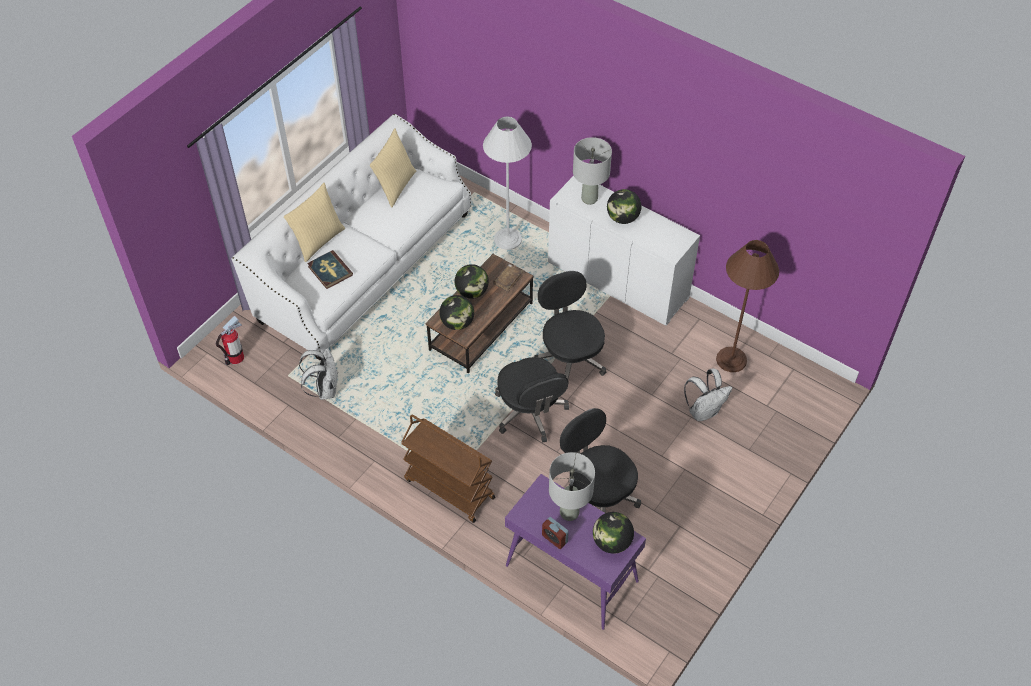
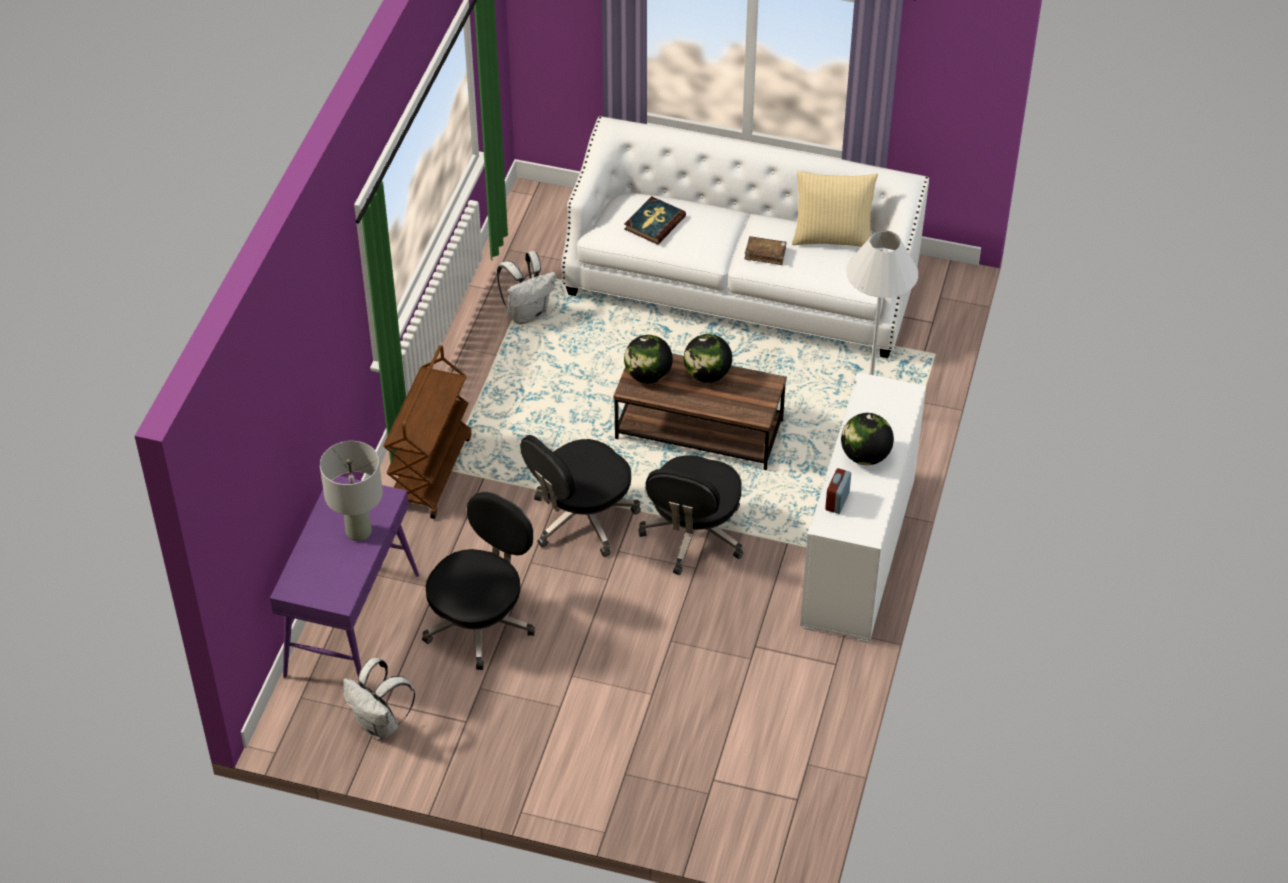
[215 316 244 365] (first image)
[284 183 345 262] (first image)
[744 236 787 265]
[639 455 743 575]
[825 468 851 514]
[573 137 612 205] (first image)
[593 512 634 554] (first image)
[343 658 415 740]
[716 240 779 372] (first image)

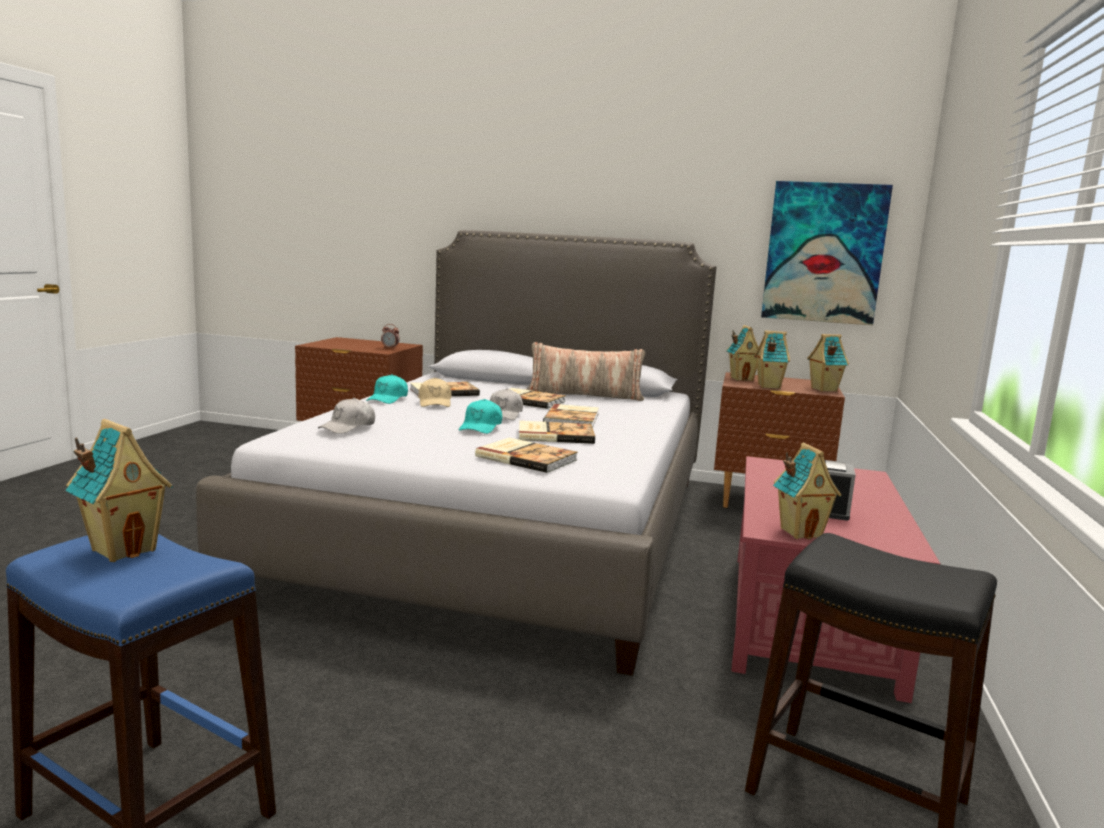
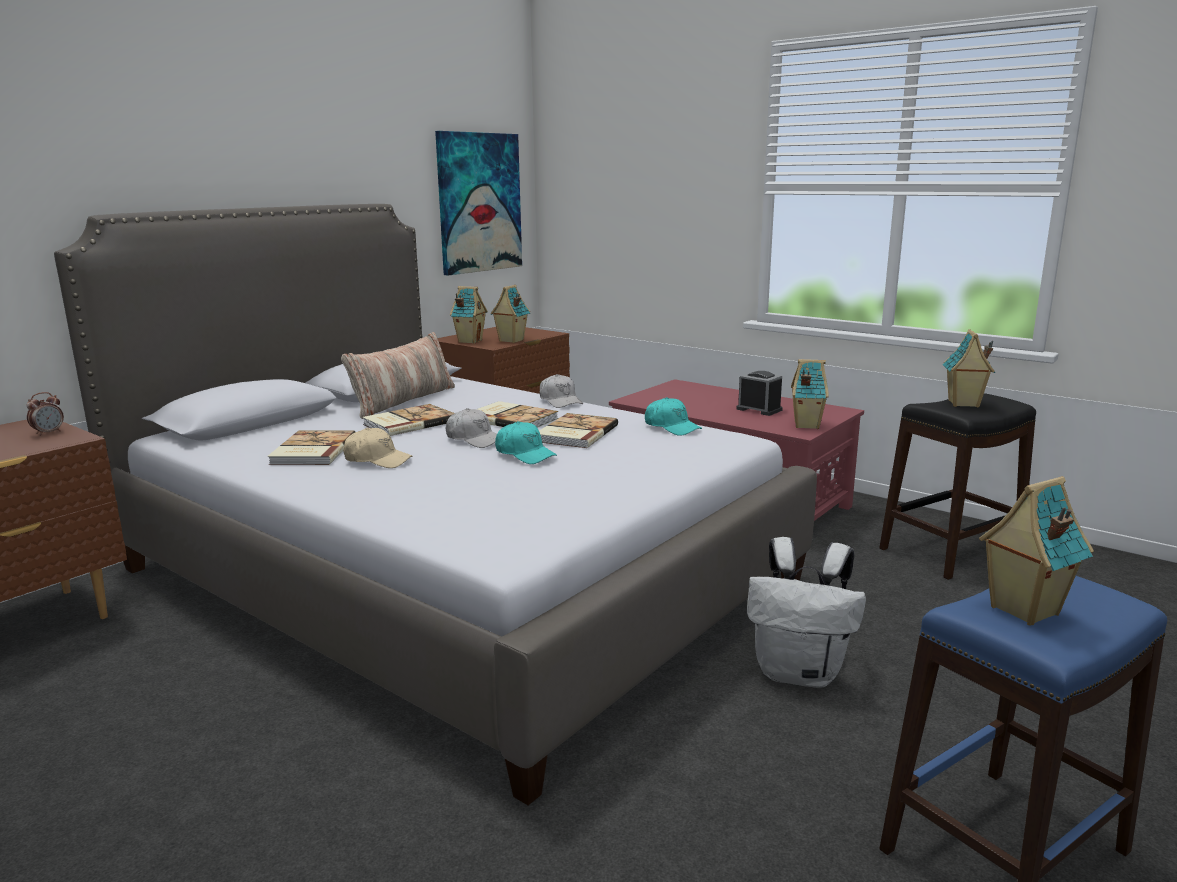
[540 374 583 408]
[645 397 702 436]
[475 438 578 473] (first image)
[942 329 995 408]
[747 537 866 688]

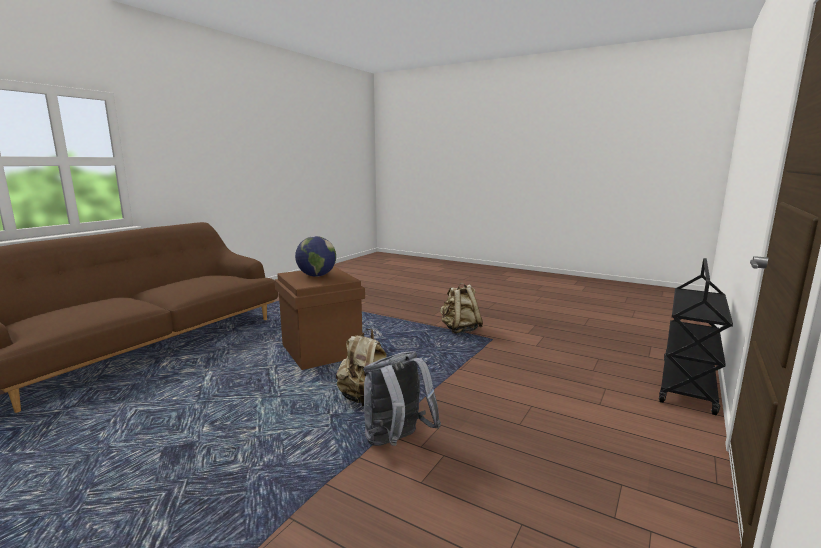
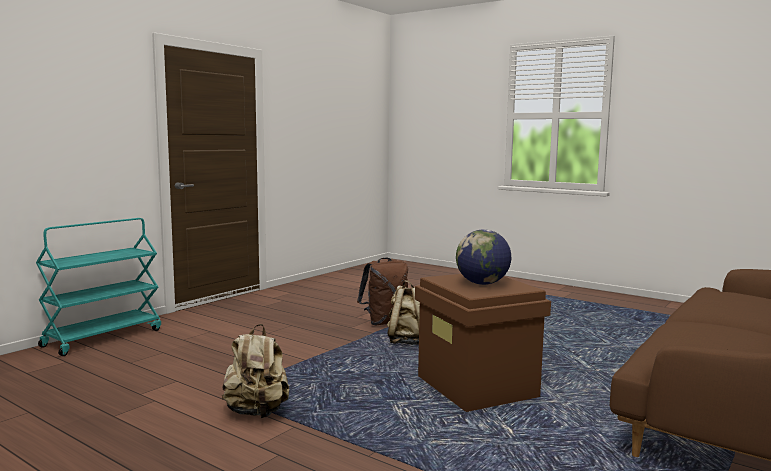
[357 258 408 325]
[36 218 161 356]

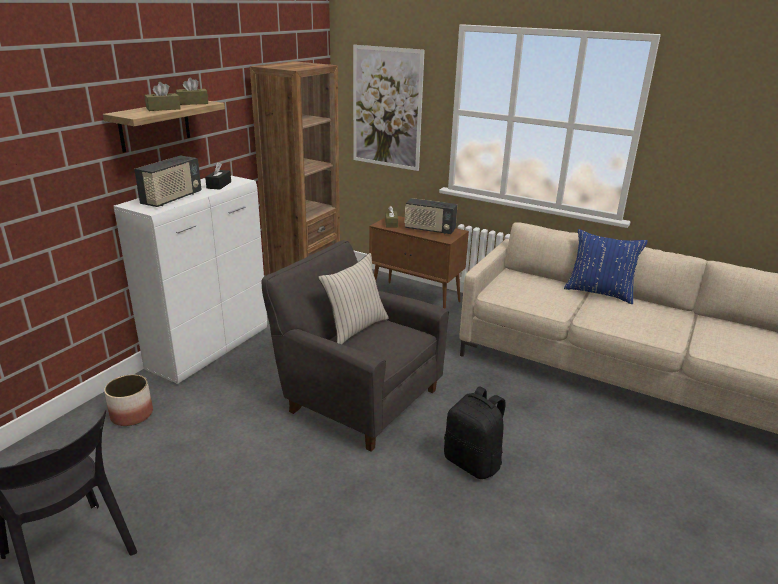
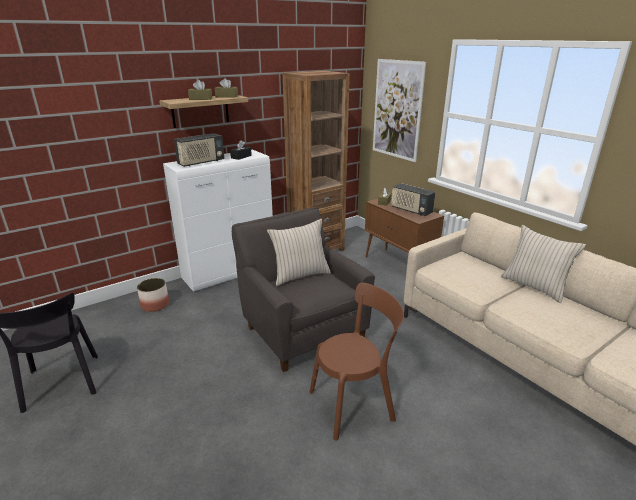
[309 283 404 441]
[501 225 586 303]

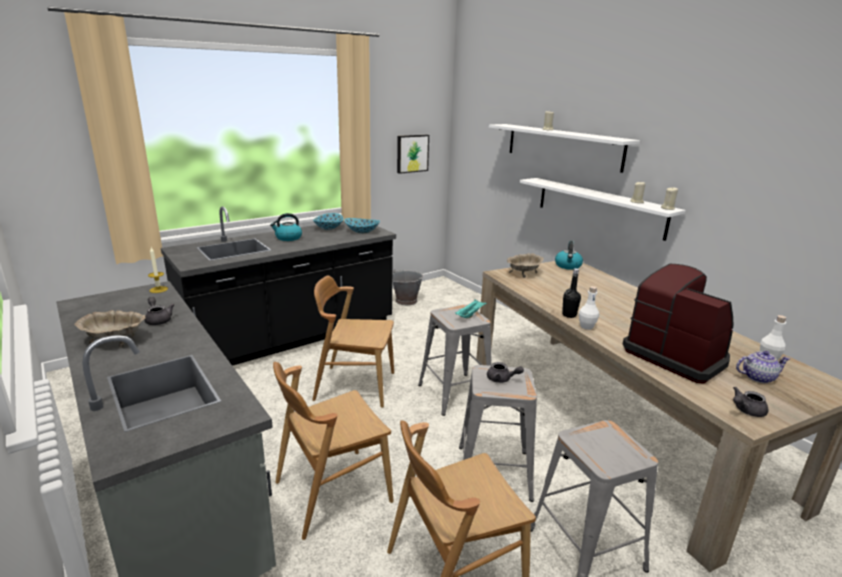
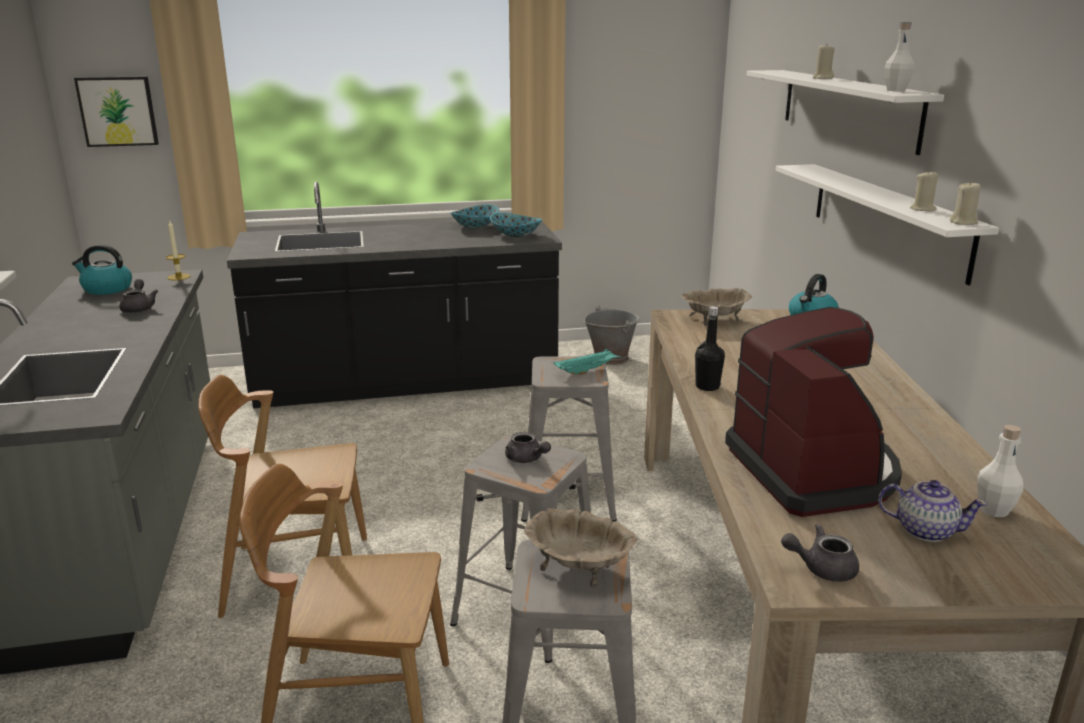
[524 508 637 588]
[72 244 132 295]
[312 275 394 408] (first image)
[74 76 159 147]
[885 22 915 91]

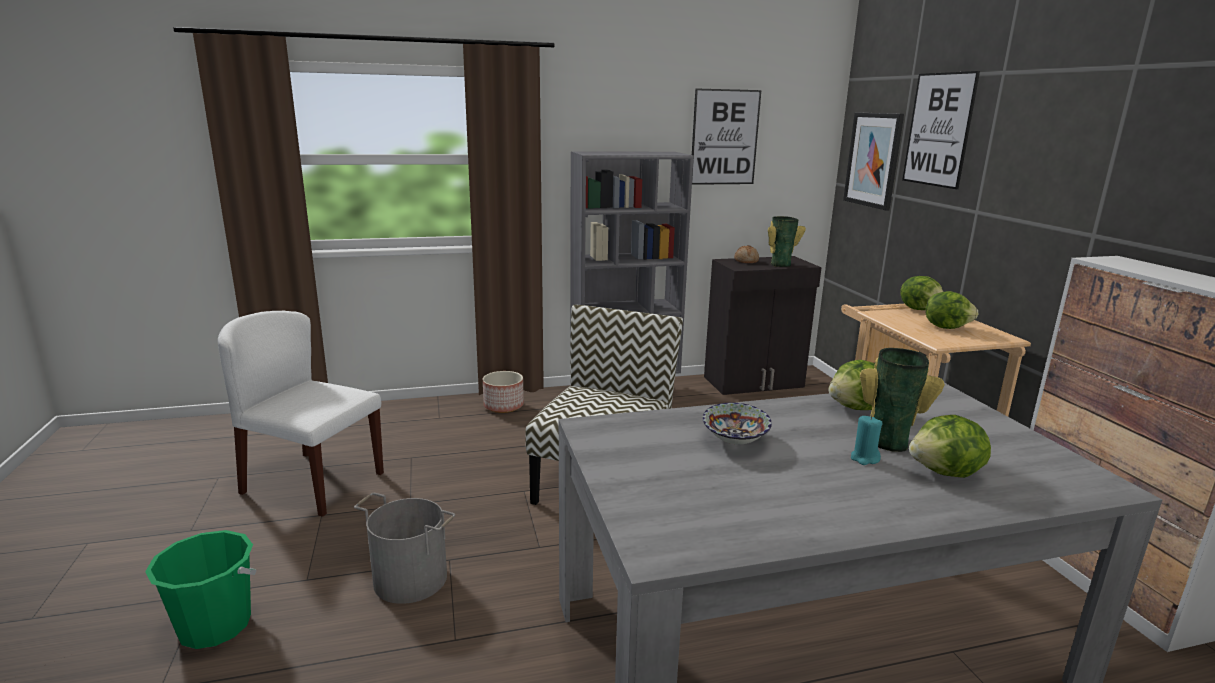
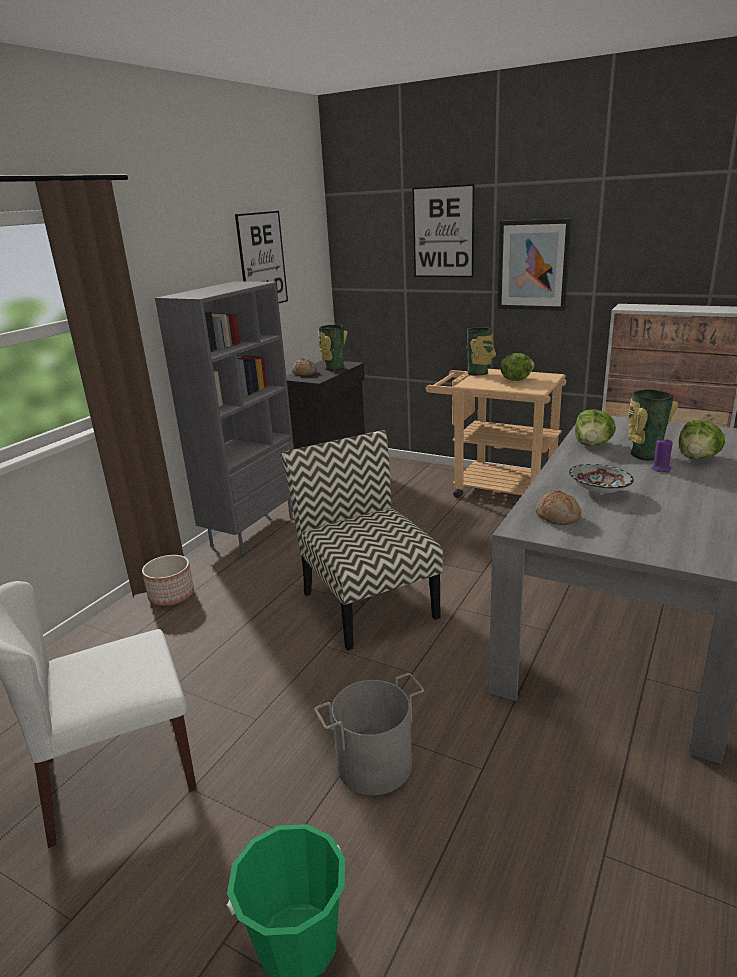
[497 219 572 311]
[651 438 673 473]
[467 328 496 376]
[535 491 581 525]

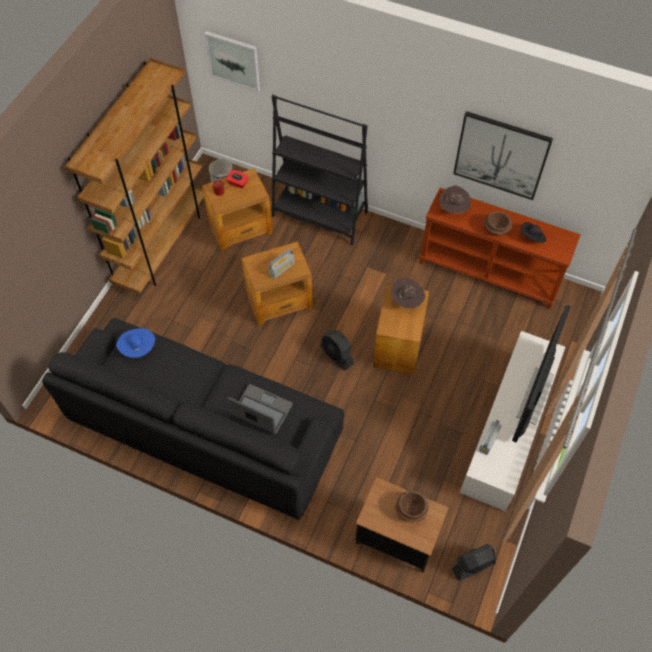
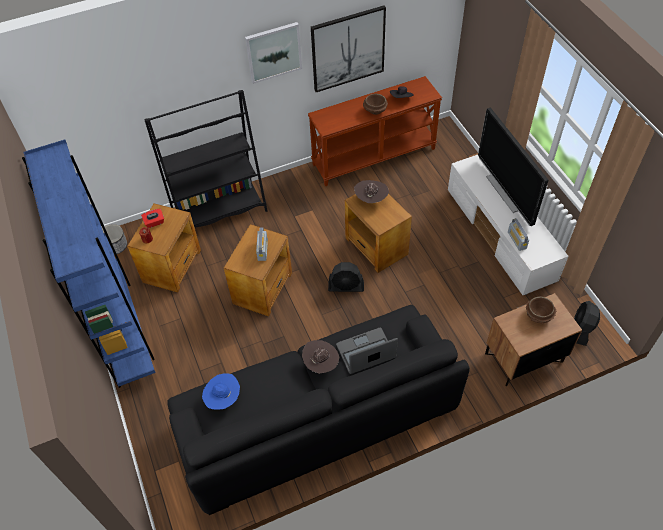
[22 139 156 388]
[245 22 302 84]
[302 340 340 373]

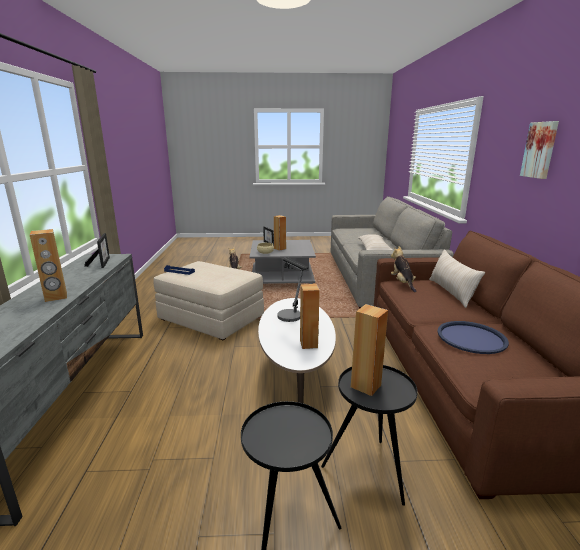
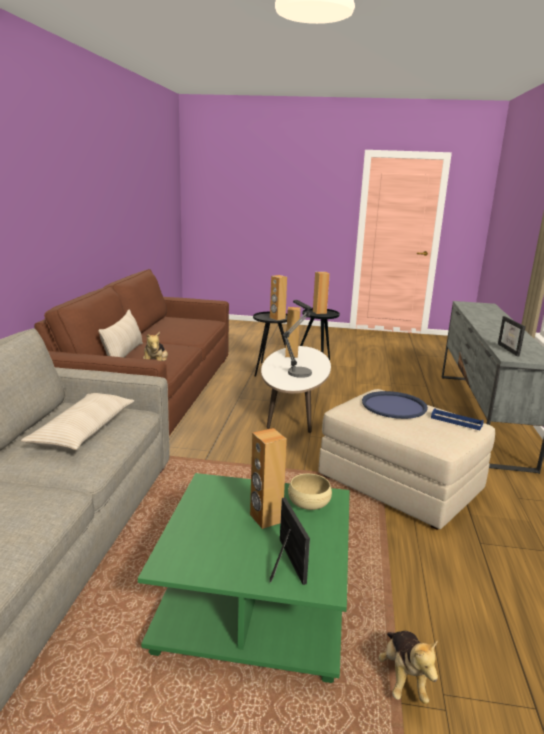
[313 272 330 314]
[138 473 350 683]
[362 391 428 419]
[520 121 559 179] (first image)

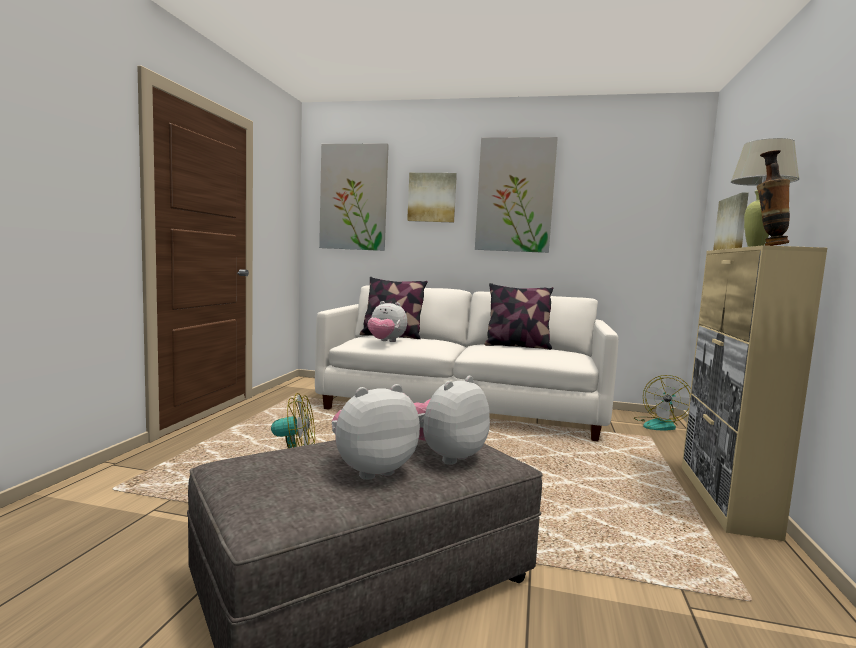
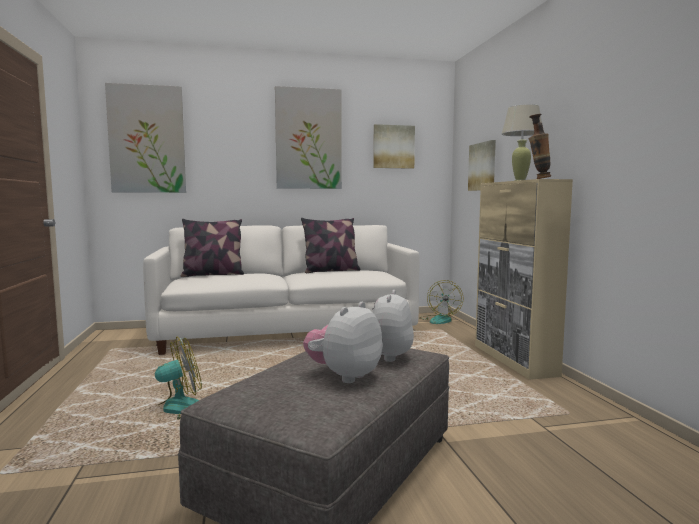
[367 301 407 342] (first image)
[373 124 415 169]

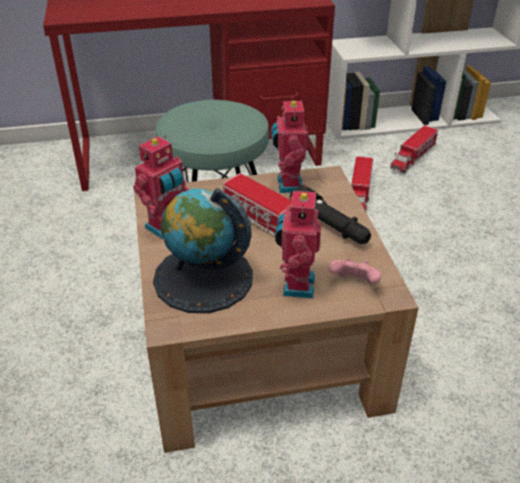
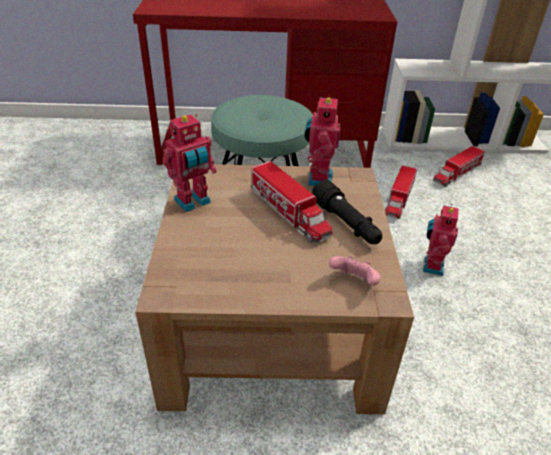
[153 188 253 313] (first image)
[423 204 459 276]

